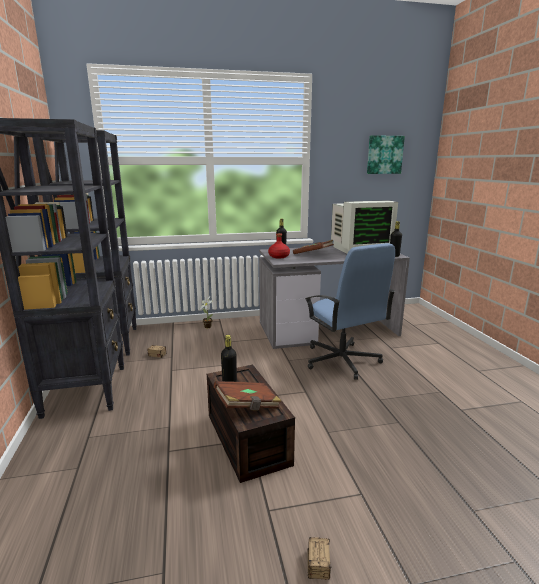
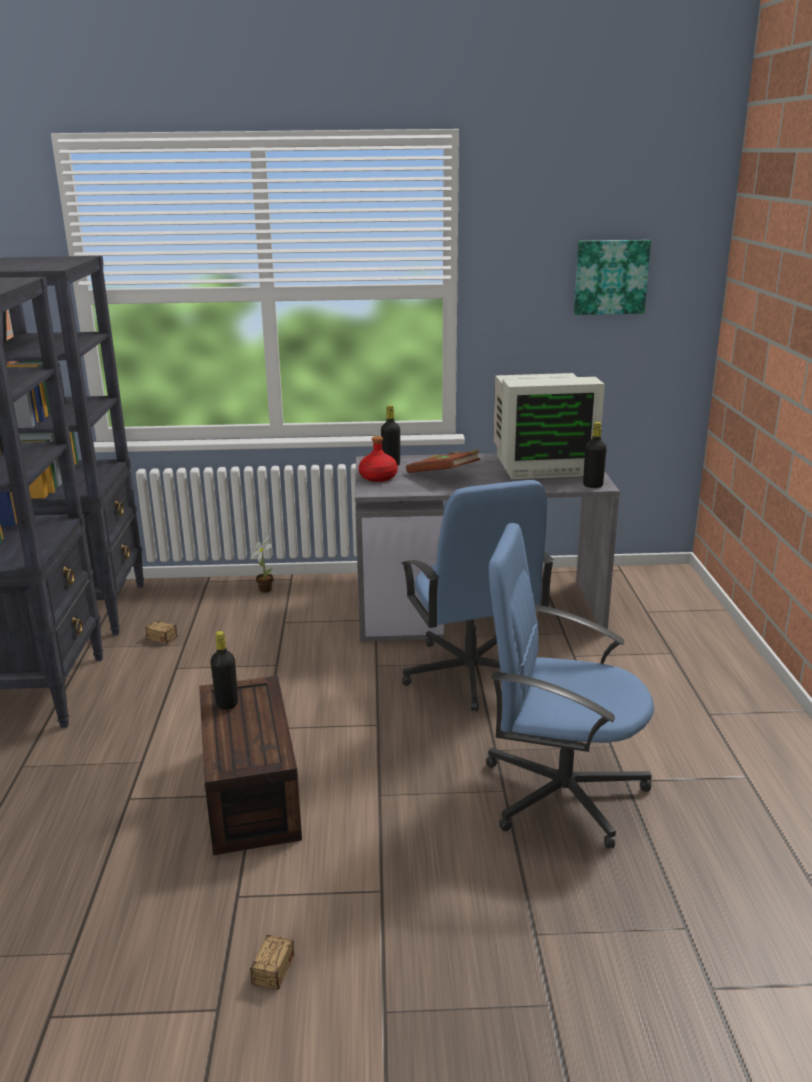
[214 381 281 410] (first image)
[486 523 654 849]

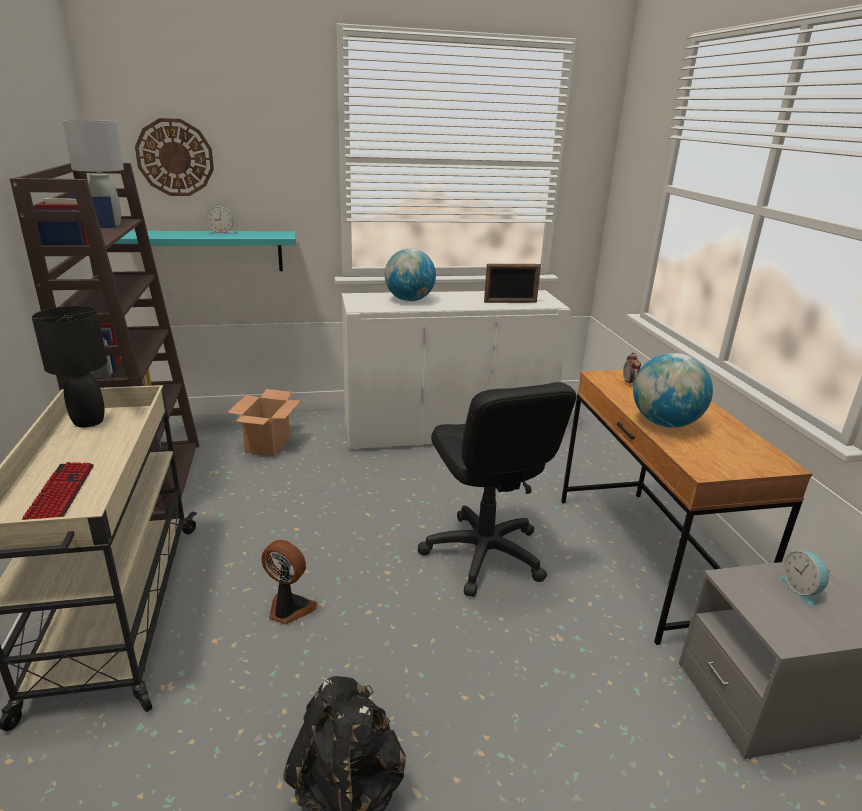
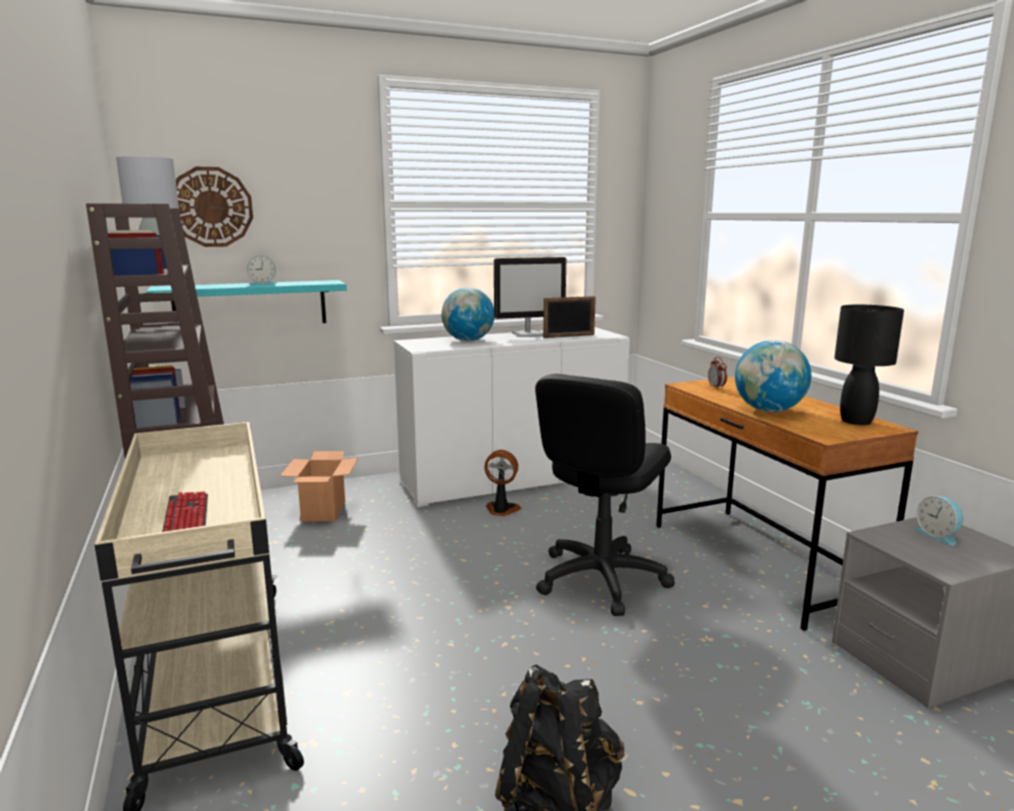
[834 305 904 425]
[484 450 521 516]
[535 374 675 616]
[494 257 566 337]

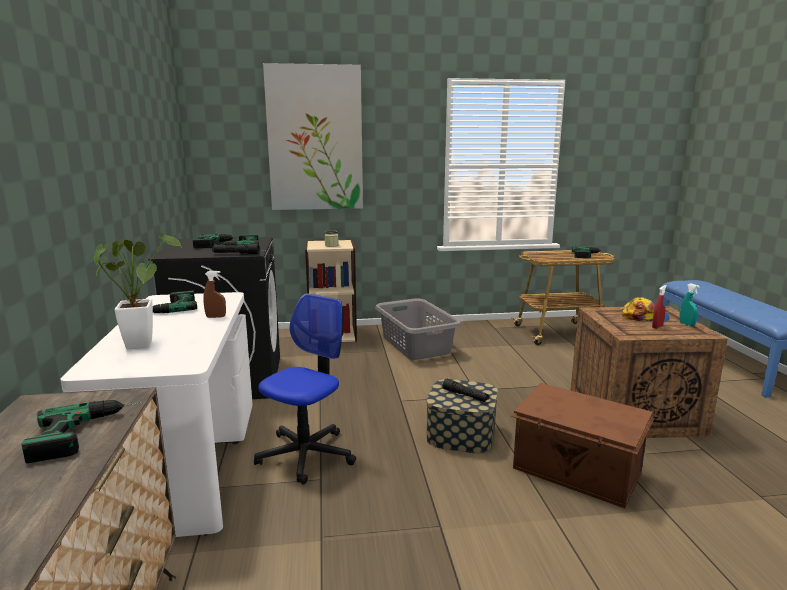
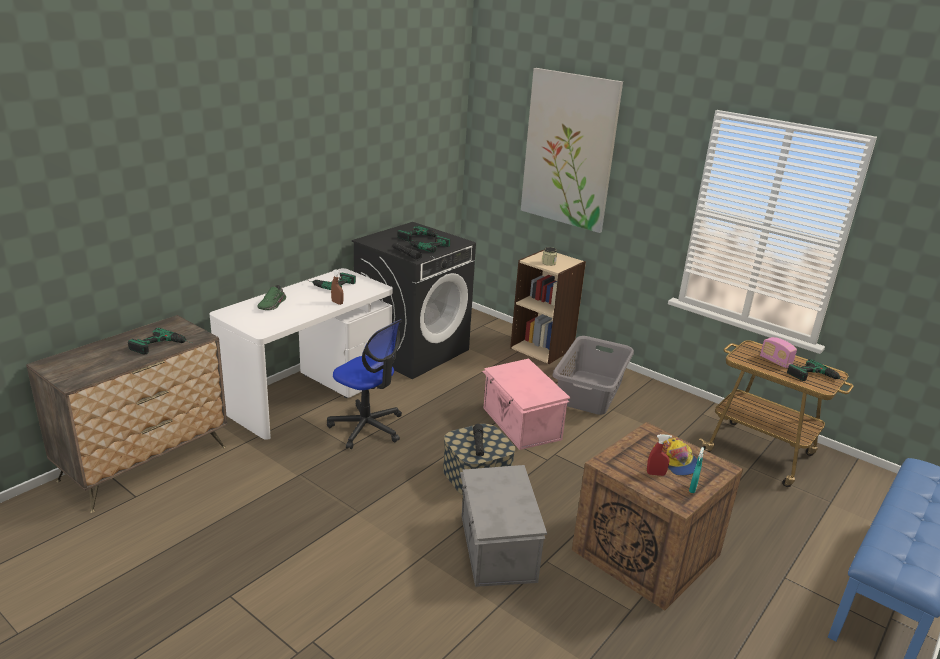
[257 285 286 310]
[327 319 402 449]
[460 465 547 587]
[482 359 570 450]
[760 337 797 368]

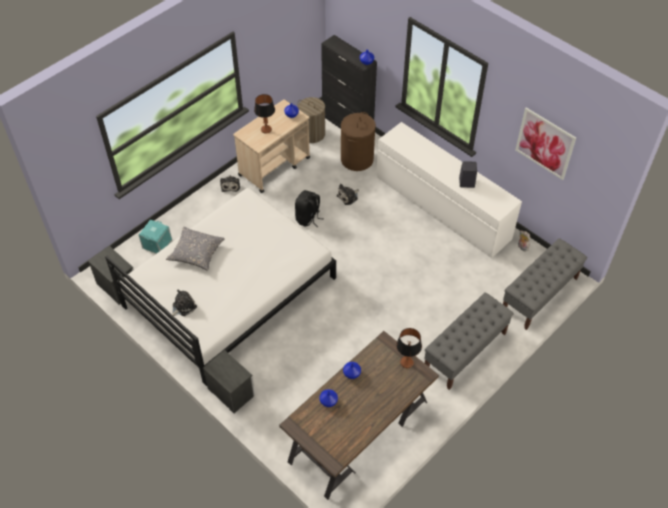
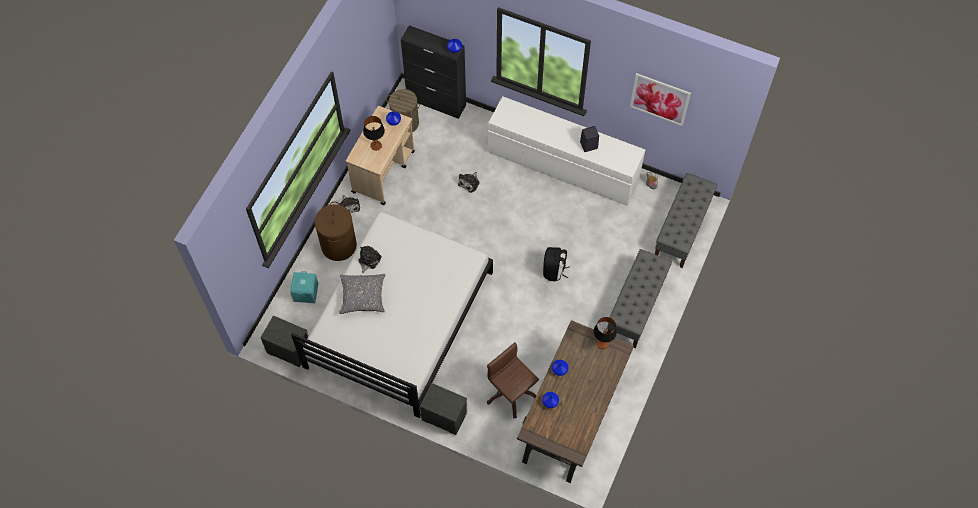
[358 246 382 273]
[543 247 570 281]
[314 201 357 261]
[487 342 539 418]

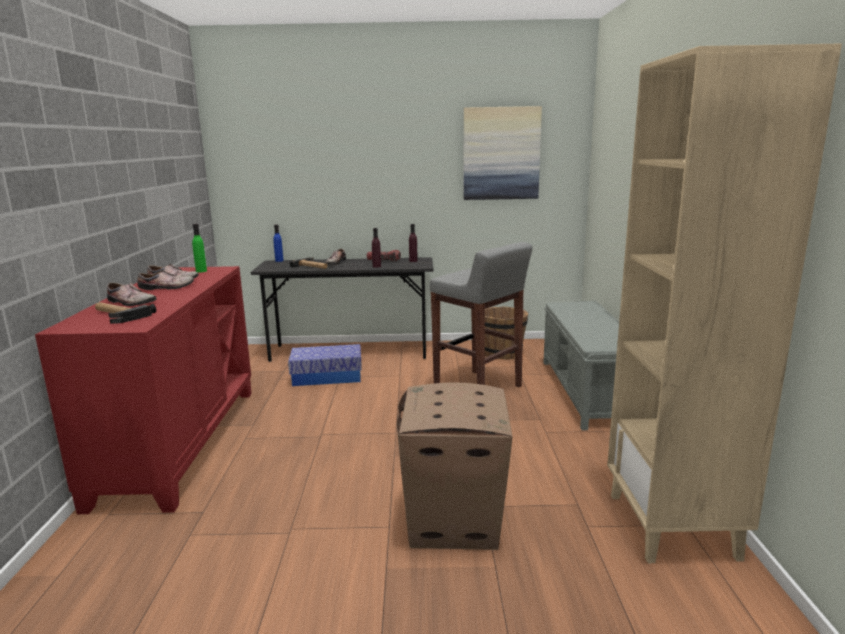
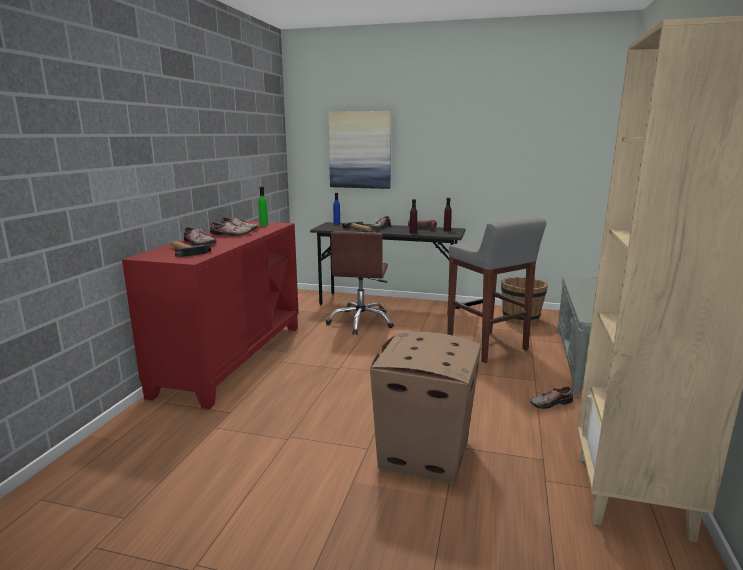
[326 232 394 335]
[328 111 391 189]
[530 386 573 409]

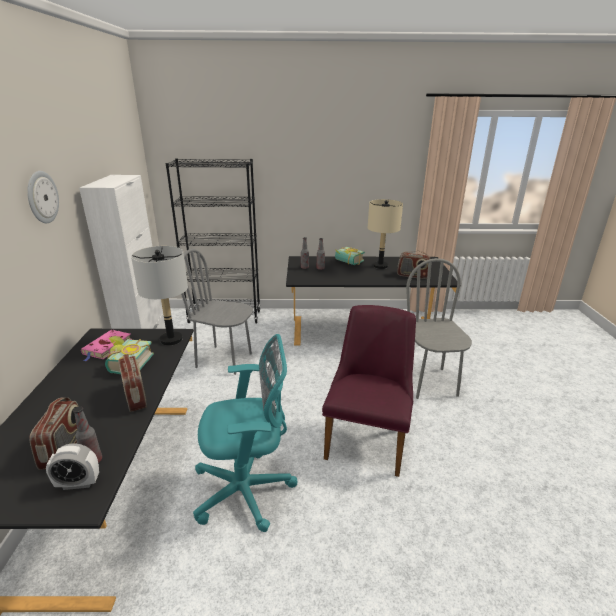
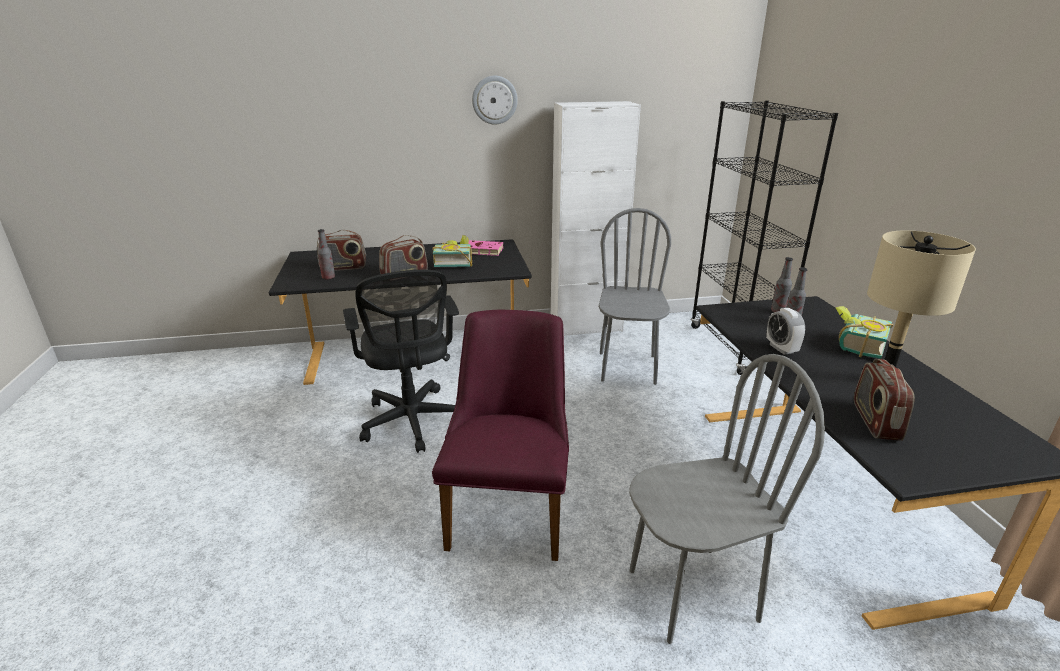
[766 308 805 355]
[131 246 188 346] (first image)
[343 270 459 453]
[432 310 569 561]

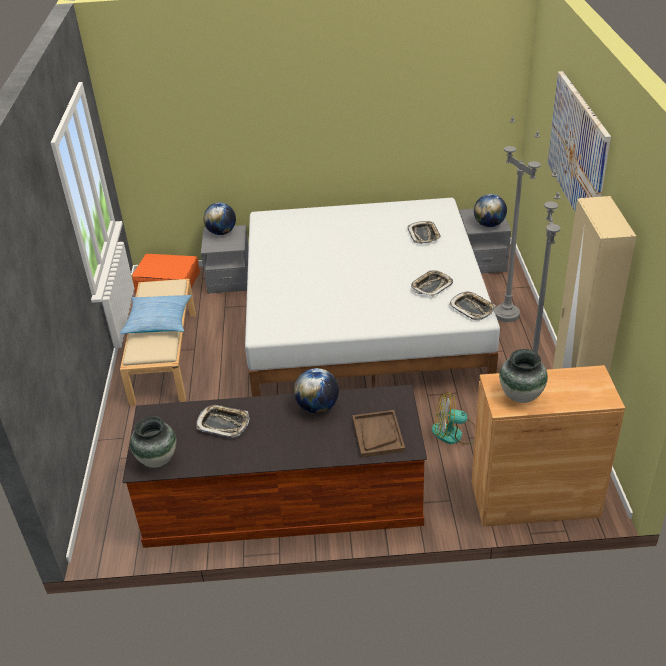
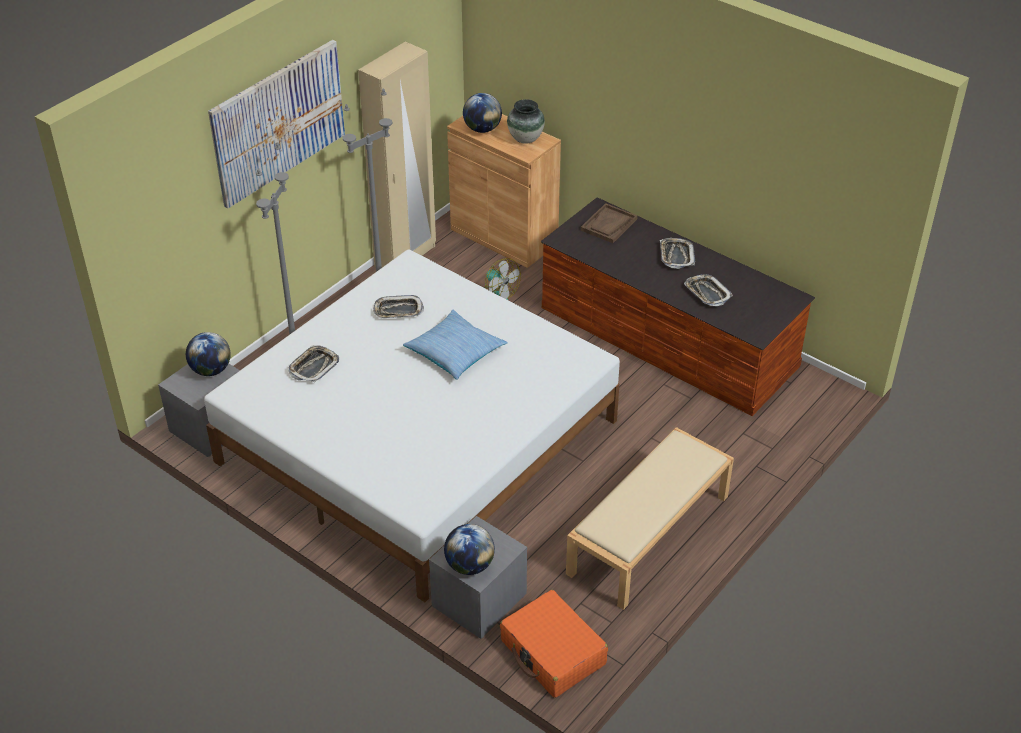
[403 309 508 380]
[130 416 176 468] (first image)
[463 93 502 133]
[660 238 695 269]

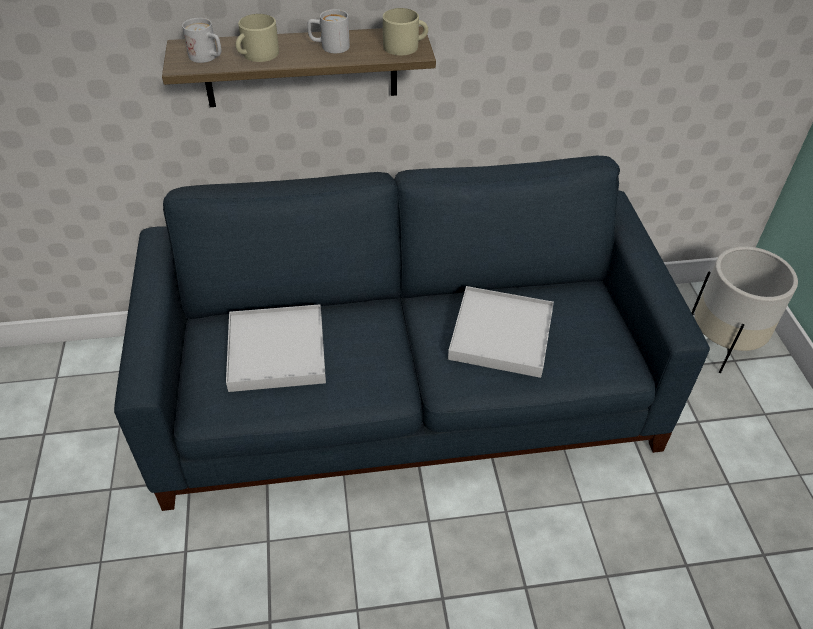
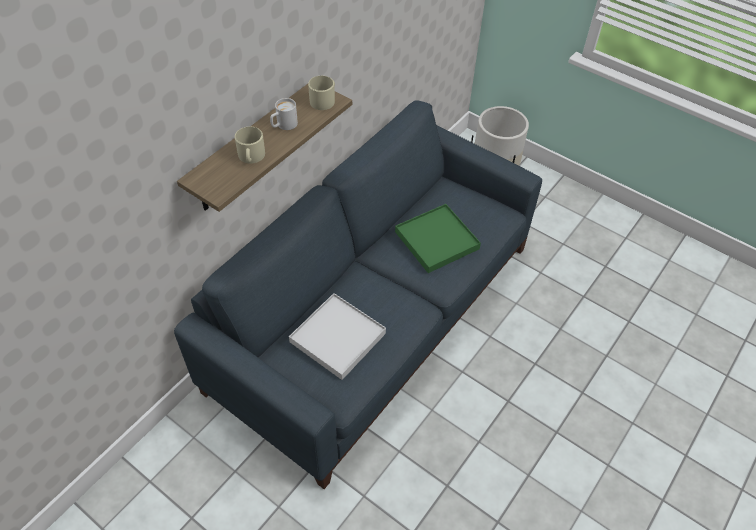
[182 18 221 63] (first image)
[395 204 481 273]

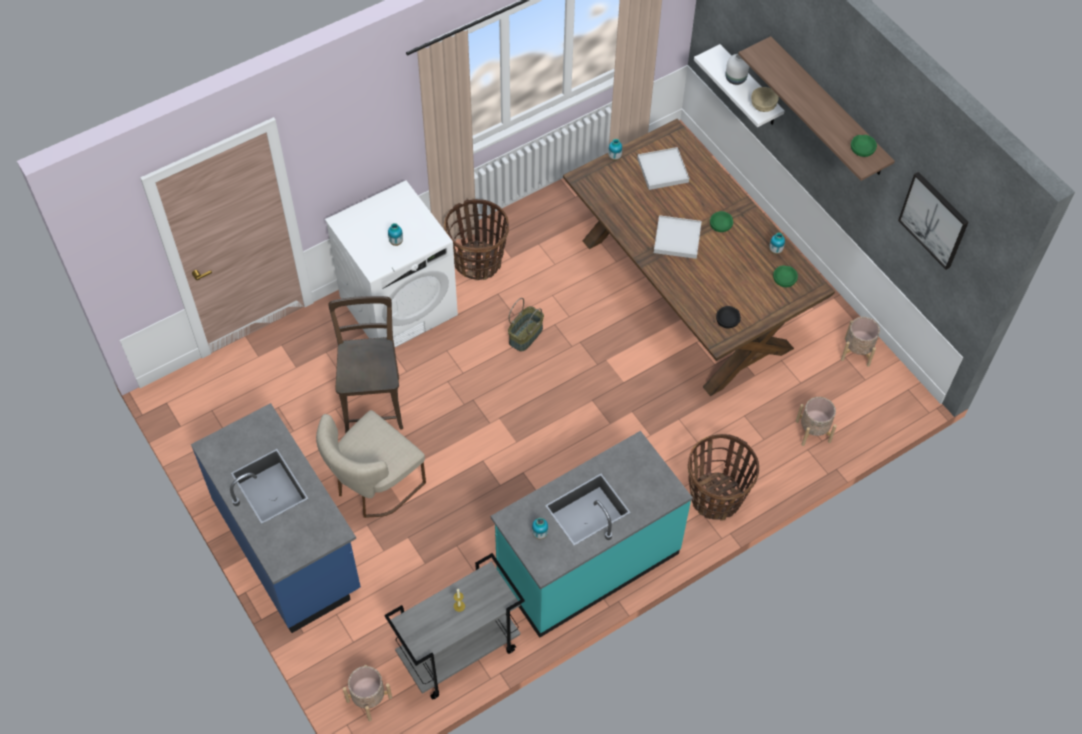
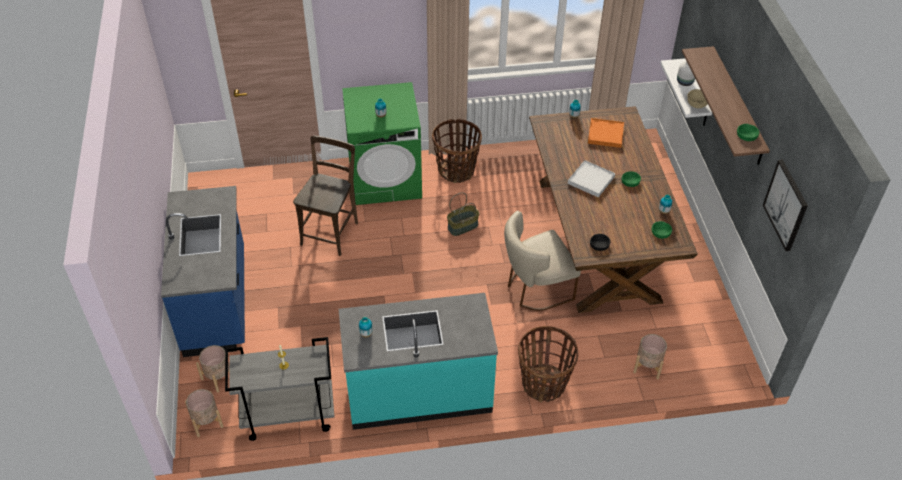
[504 211 581 311]
[342 82 422 205]
[588 118 624 148]
[196 345 229 393]

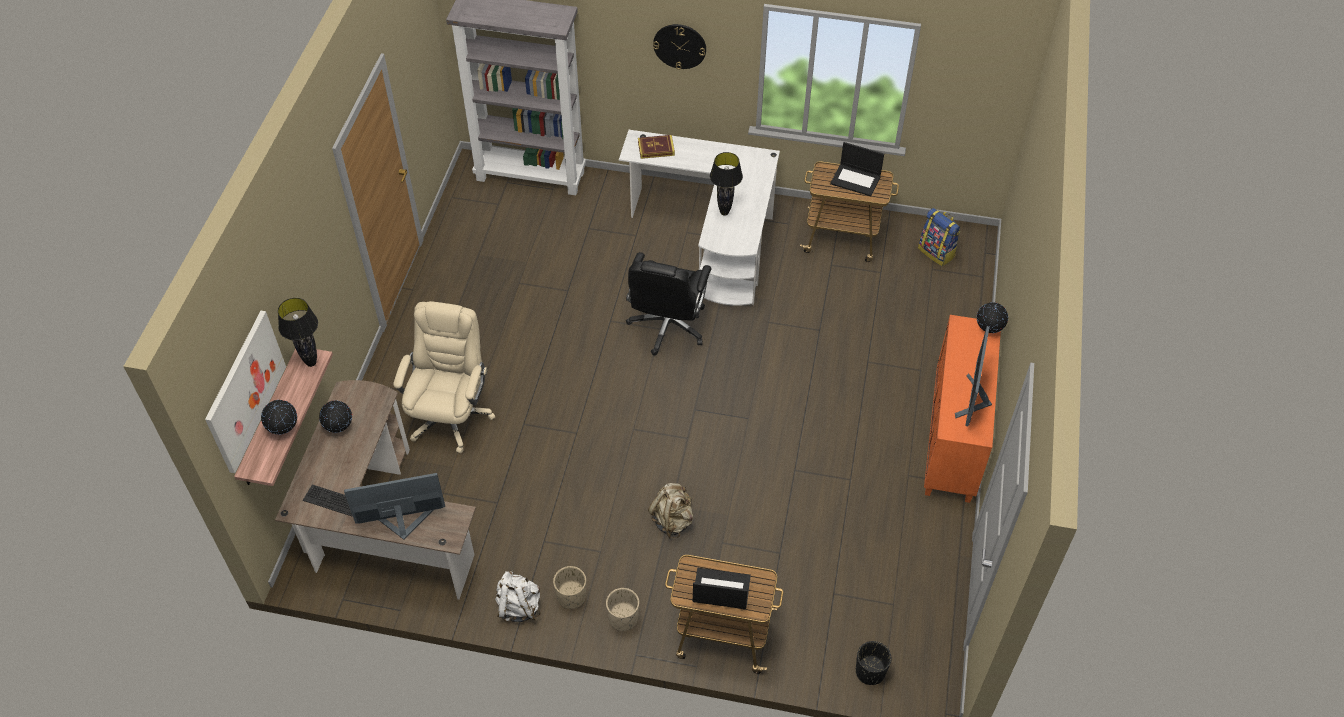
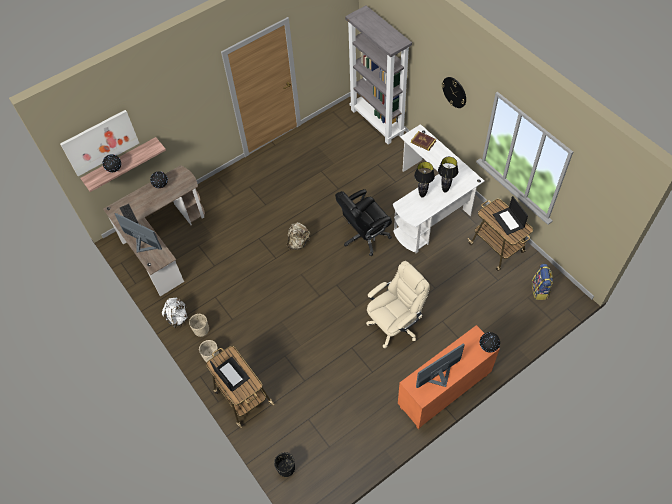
[438 157 458 193]
[366 261 430 348]
[286 222 310 250]

